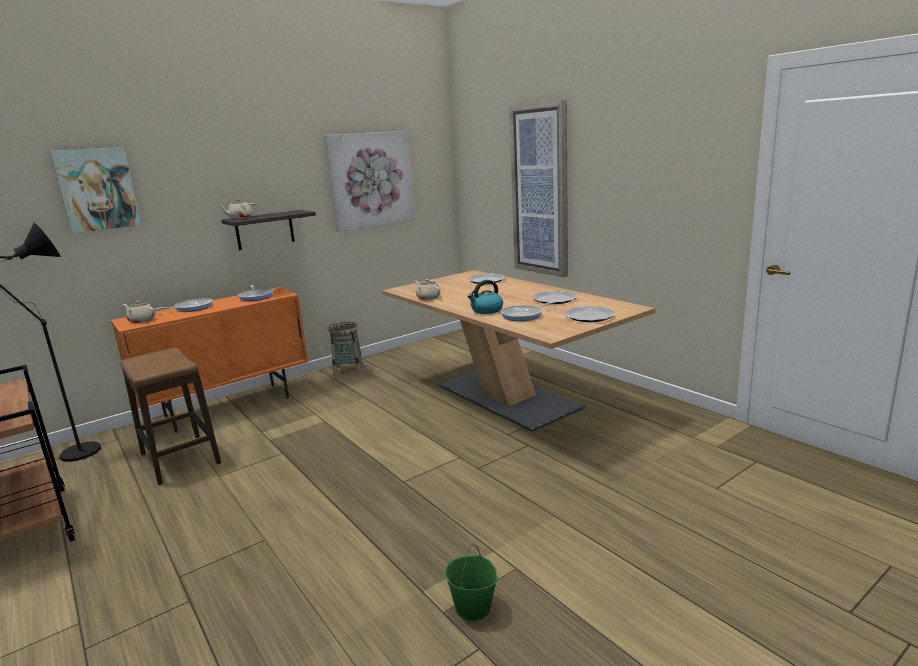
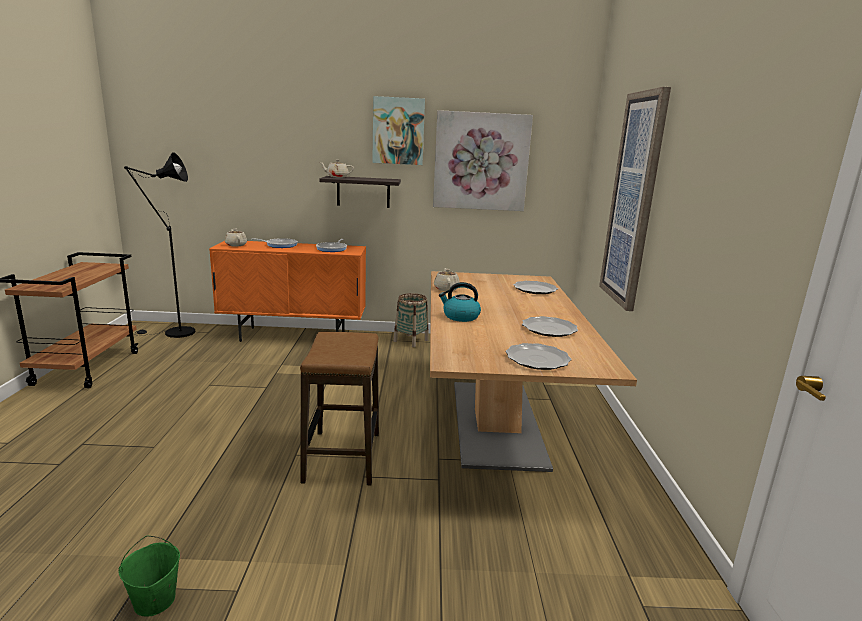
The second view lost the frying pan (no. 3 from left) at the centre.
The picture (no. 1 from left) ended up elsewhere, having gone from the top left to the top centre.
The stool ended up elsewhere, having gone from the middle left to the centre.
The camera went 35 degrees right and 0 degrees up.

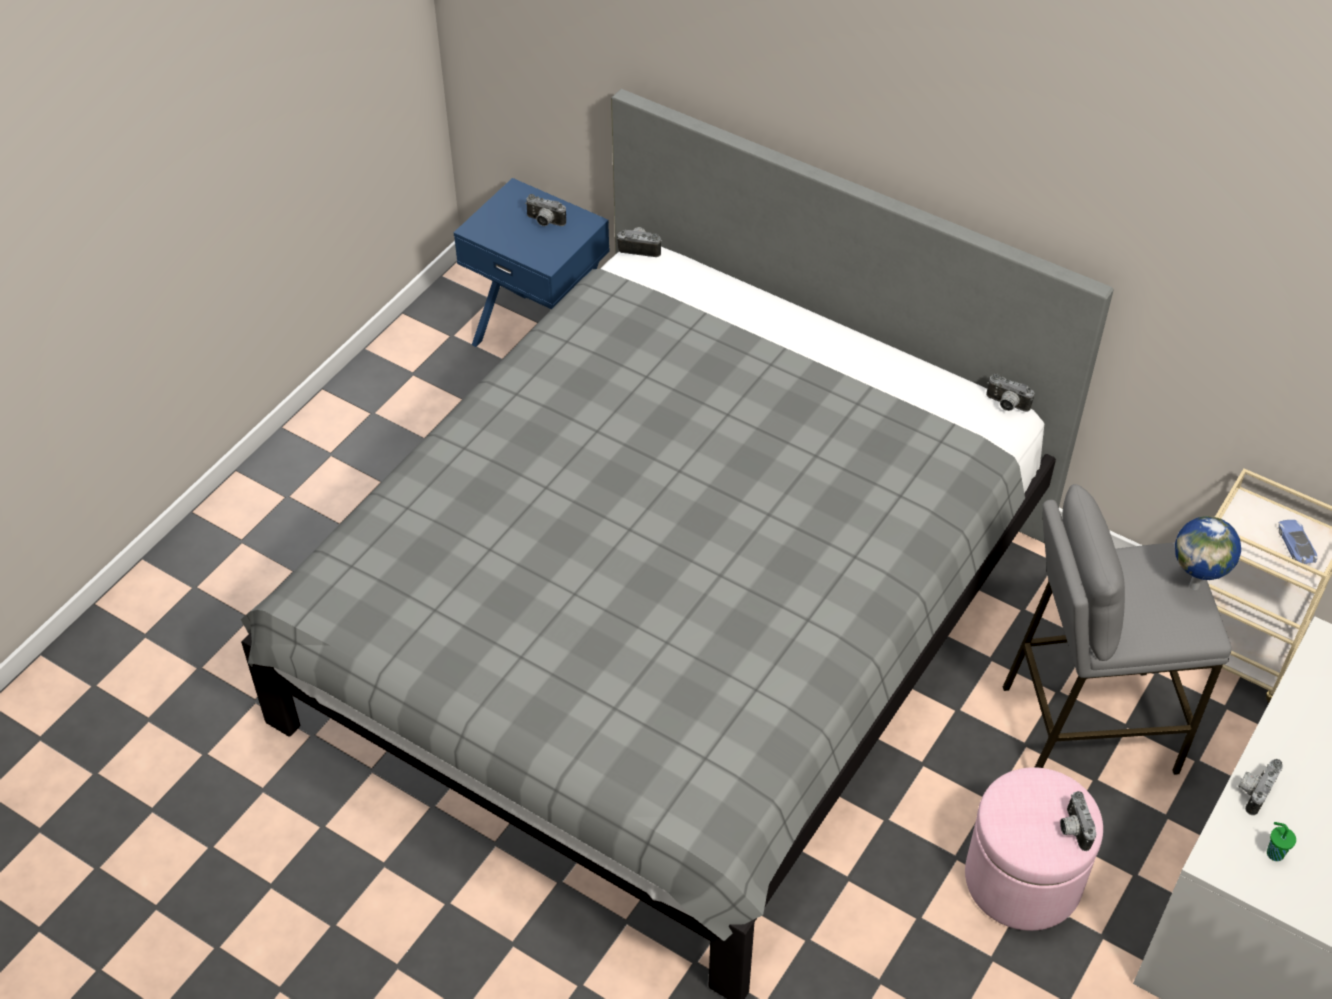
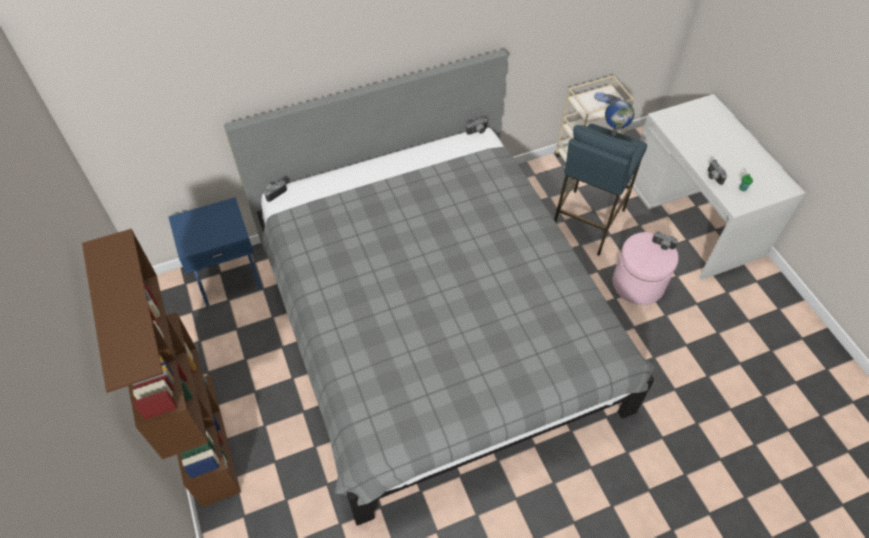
The second view lost the photo camera (no. 1 from left) at the top centre.
The second view gained the brown bookcase at the bottom left.
What was the grey stool at the middle right turned into the blue stool at the middle right.
The camera went 55 degrees left and 5 degrees up.

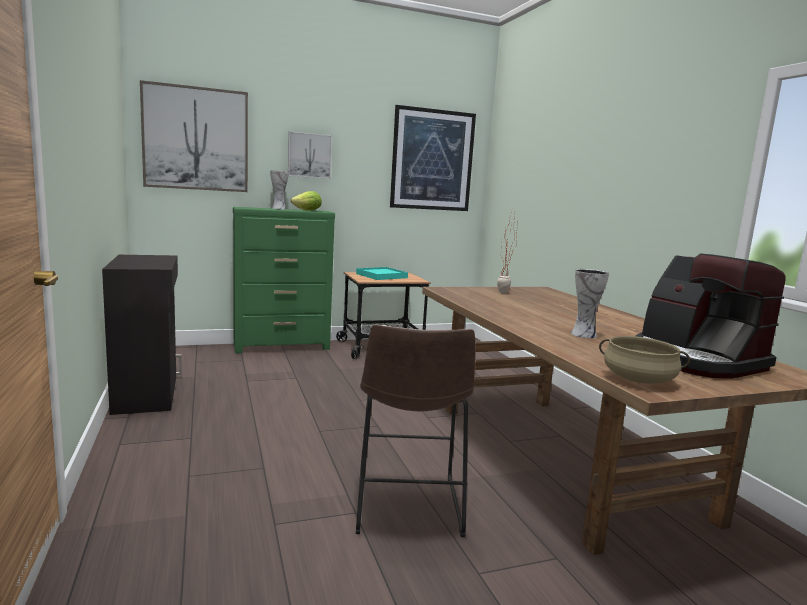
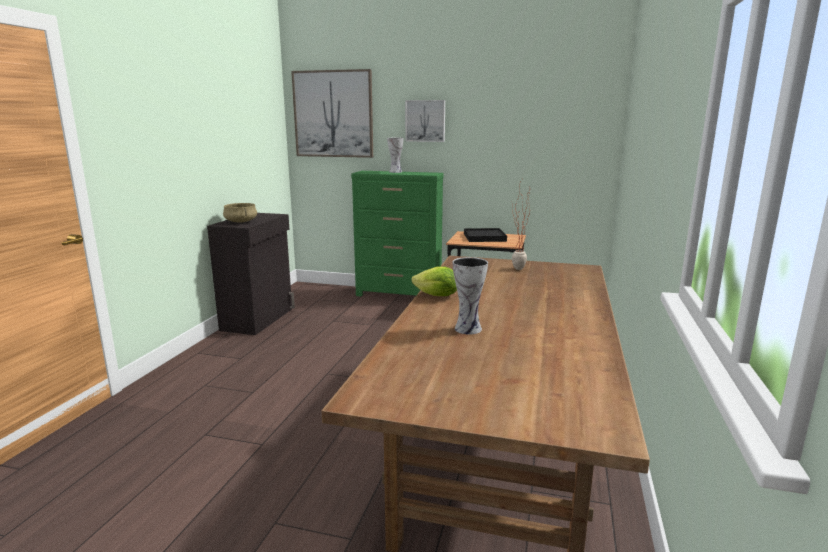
The second view lost the brown stool at the bottom centre.
The second view lost the picture (no. 3 from left) at the top centre.
The second view lost the coffee machine at the middle right.
The lettuce ended up elsewhere, having gone from the top centre to the centre.
The beige cooking pot ended up elsewhere, having gone from the middle right to the middle left.
What was the turquoise tray at the centre turned into the black tray at the centre.
The camera went 35 degrees right and 5 degrees up.

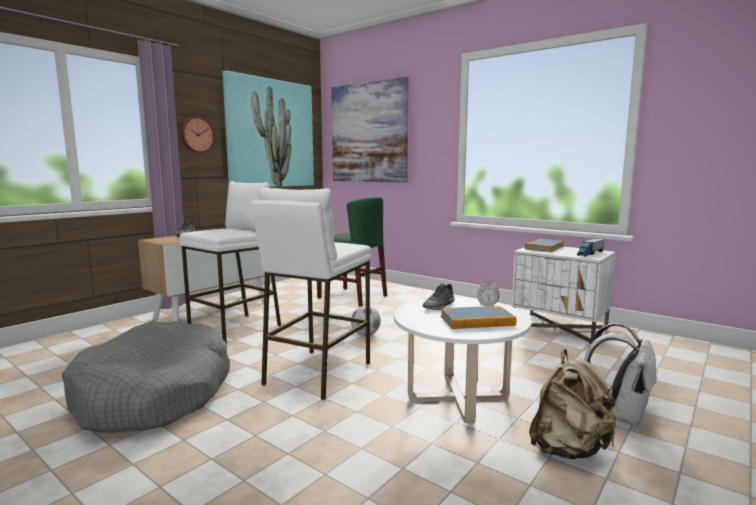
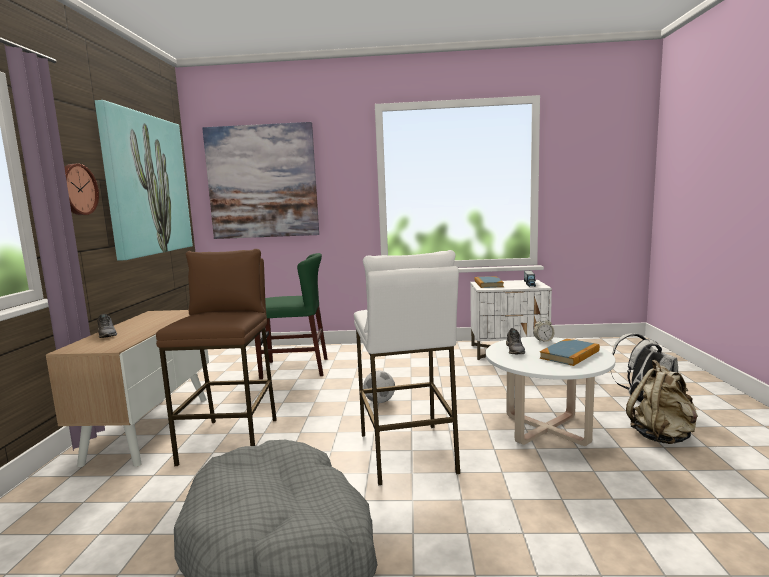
What was the white stool (no. 1 from left) at the middle left turned into the brown stool at the middle left.
The camera went 35 degrees left and 0 degrees up.

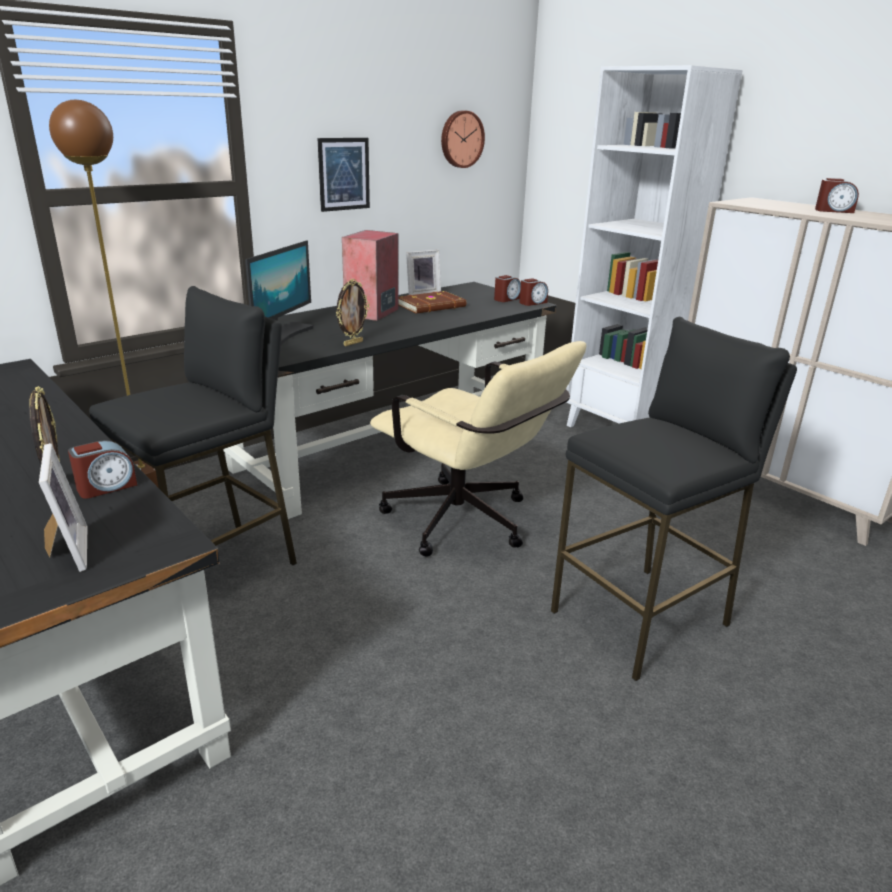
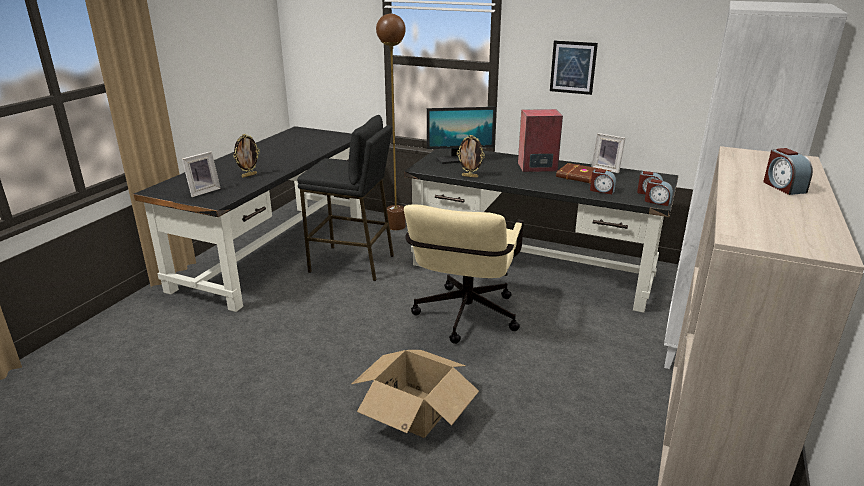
The second view lost the wall clock at the top centre.
The alarm clock (no. 1 from left) ended up elsewhere, having gone from the middle left to the middle right.
Where the black stool (no. 2 from left) stood at the middle right, the cardboard box came to stand at the bottom centre.
The camera went 65 degrees right and 0 degrees up.

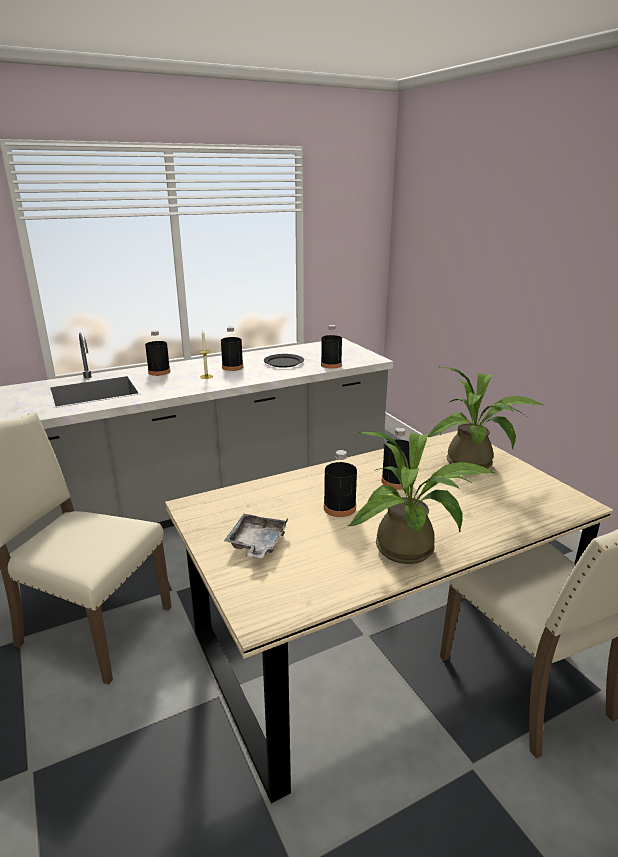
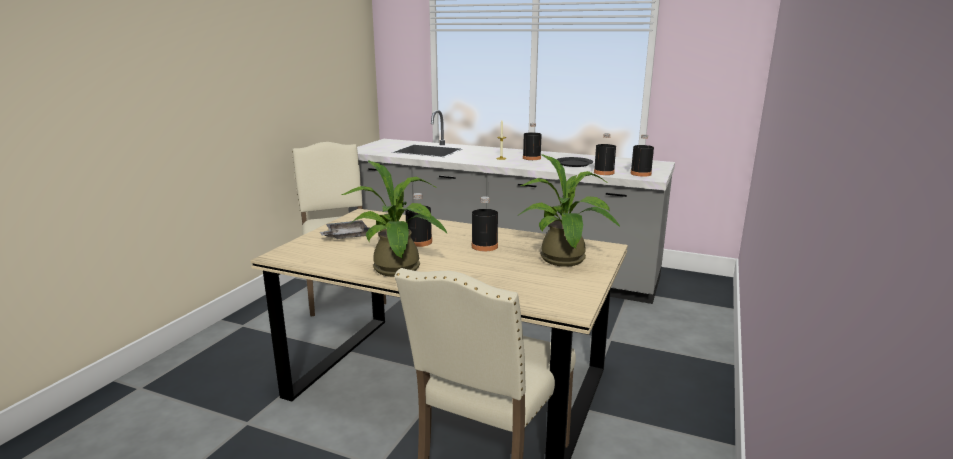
The black bottle (no. 1 from left in the first image) ended up elsewhere, having gone from the middle left to the middle right.
The camera went 50 degrees right and 5 degrees down.

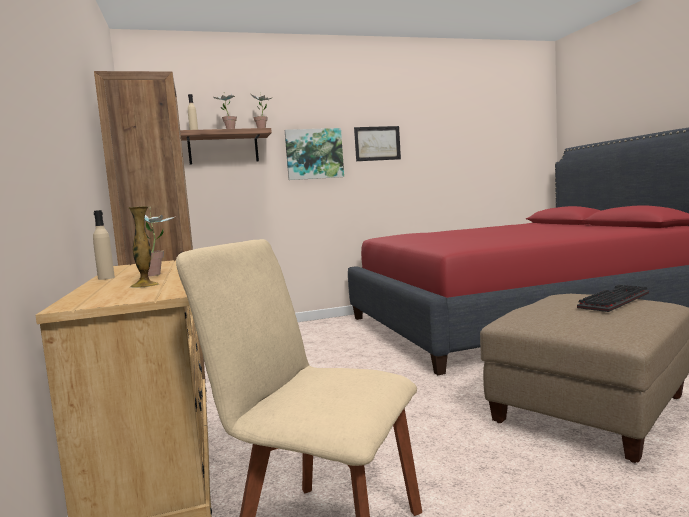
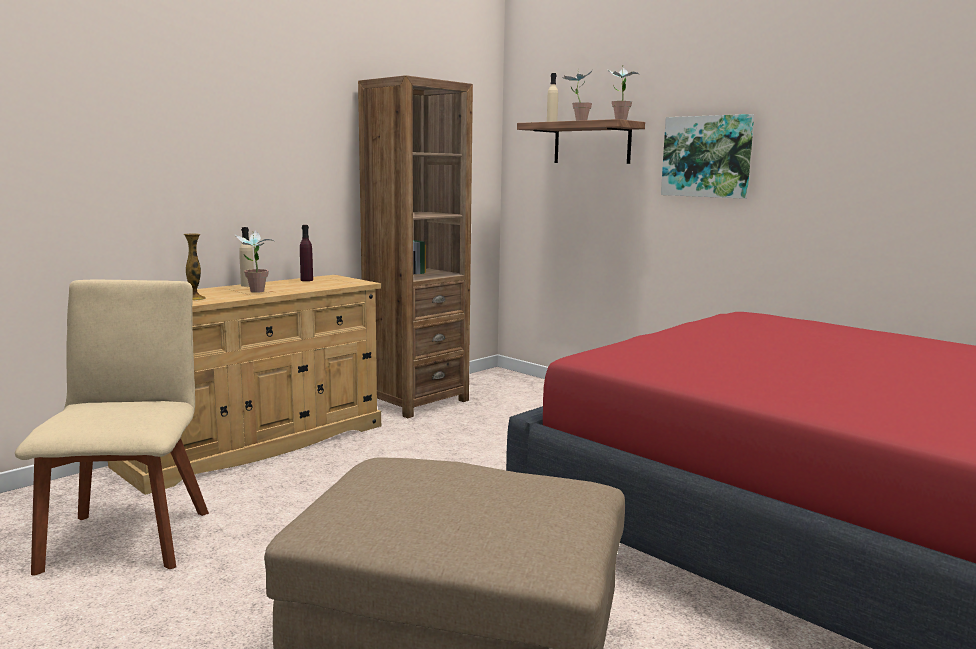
The second view lost the picture (no. 2 from left) at the top centre.
The second view lost the keyboard at the middle right.
The second view gained the purple bottle at the middle left.
The camera went 60 degrees right and 5 degrees up.

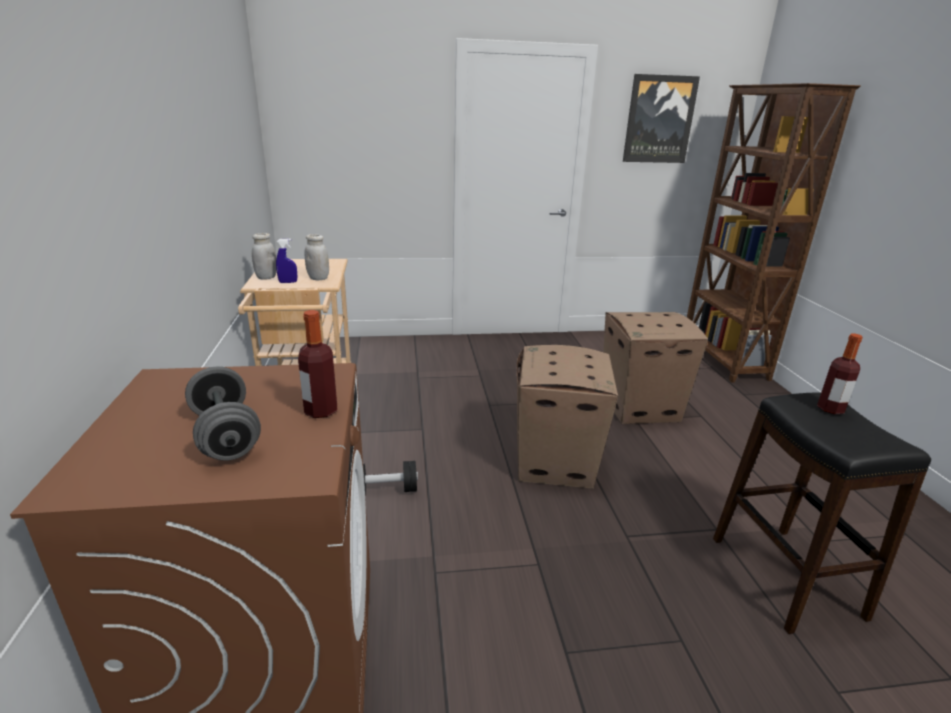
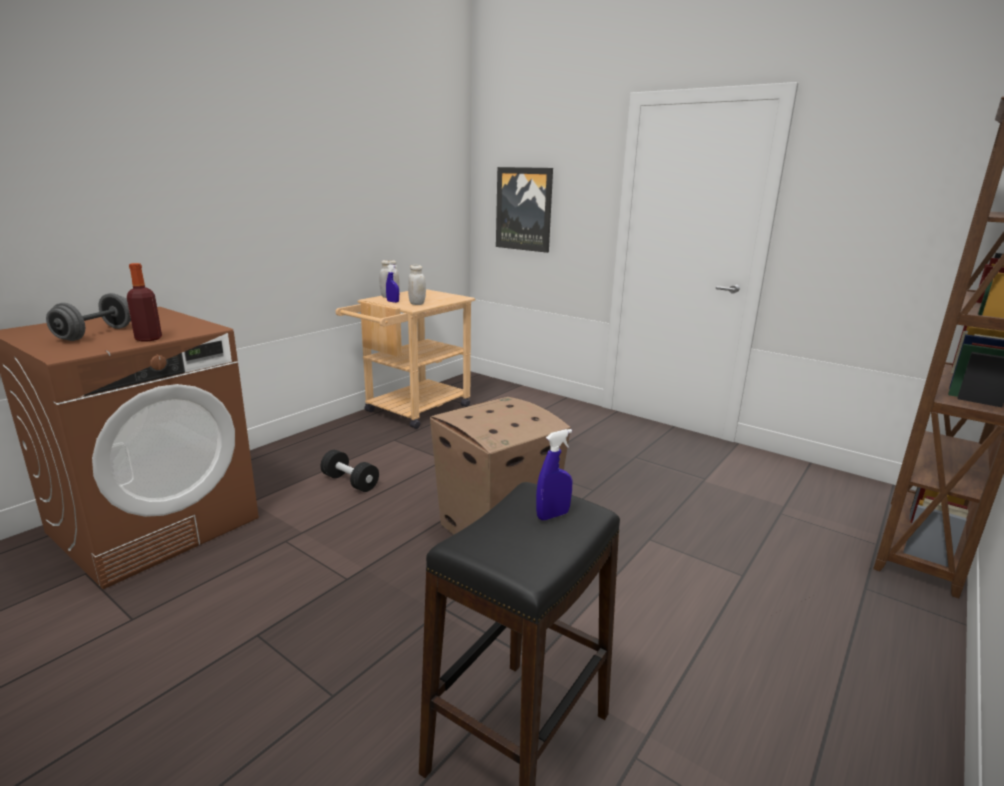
The second view lost the cardboard box (no. 2 from left) at the middle right.
The picture ended up elsewhere, having gone from the top right to the top centre.
Where the bottle (no. 2 from left) stood at the middle right, the blue spray bottle (no. 2 from left) came to stand at the centre.
The camera went 45 degrees right and 5 degrees down.

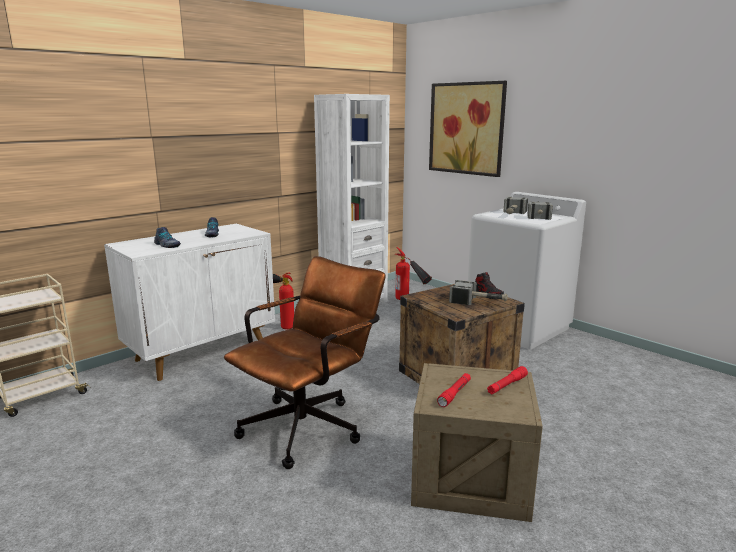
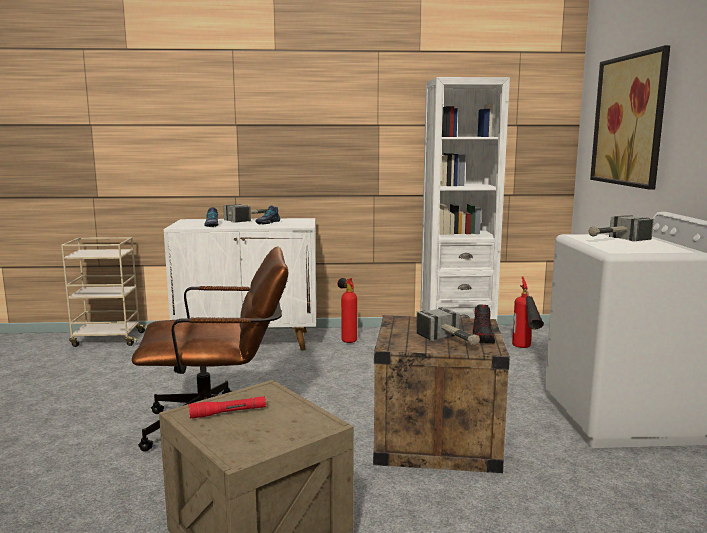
The second view lost the red flashlight (no. 2 from left) at the bottom right.
The hammer (no. 3 from left in the first image) ended up elsewhere, having gone from the middle right to the centre.
The camera went 40 degrees right and 5 degrees down.

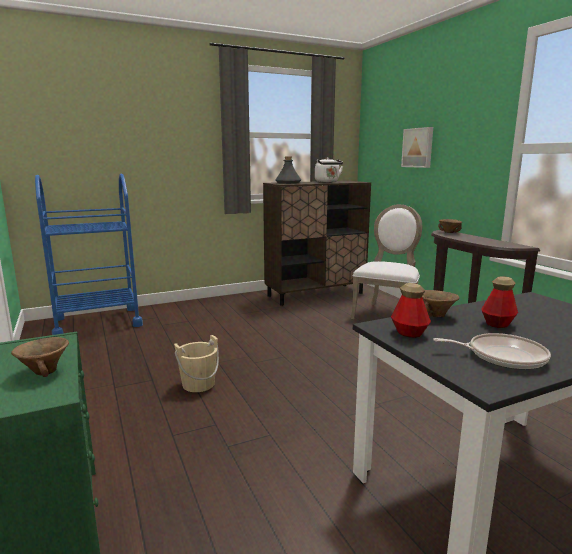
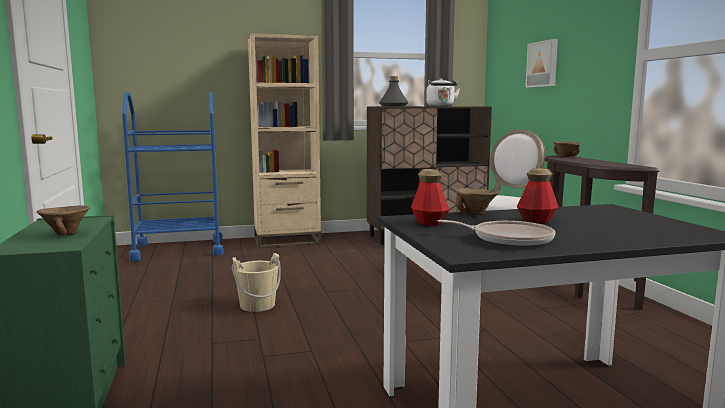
The second view gained the beige bookcase at the centre.
The camera went 10 degrees right and 5 degrees down.

